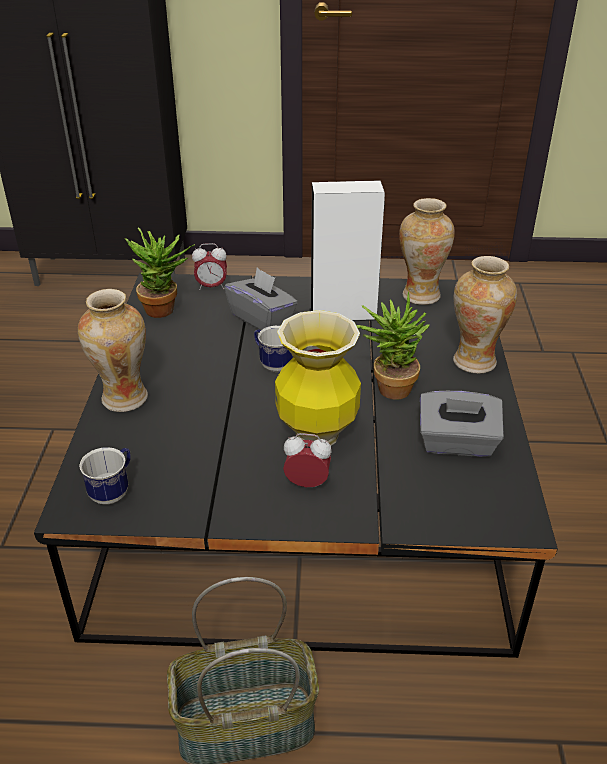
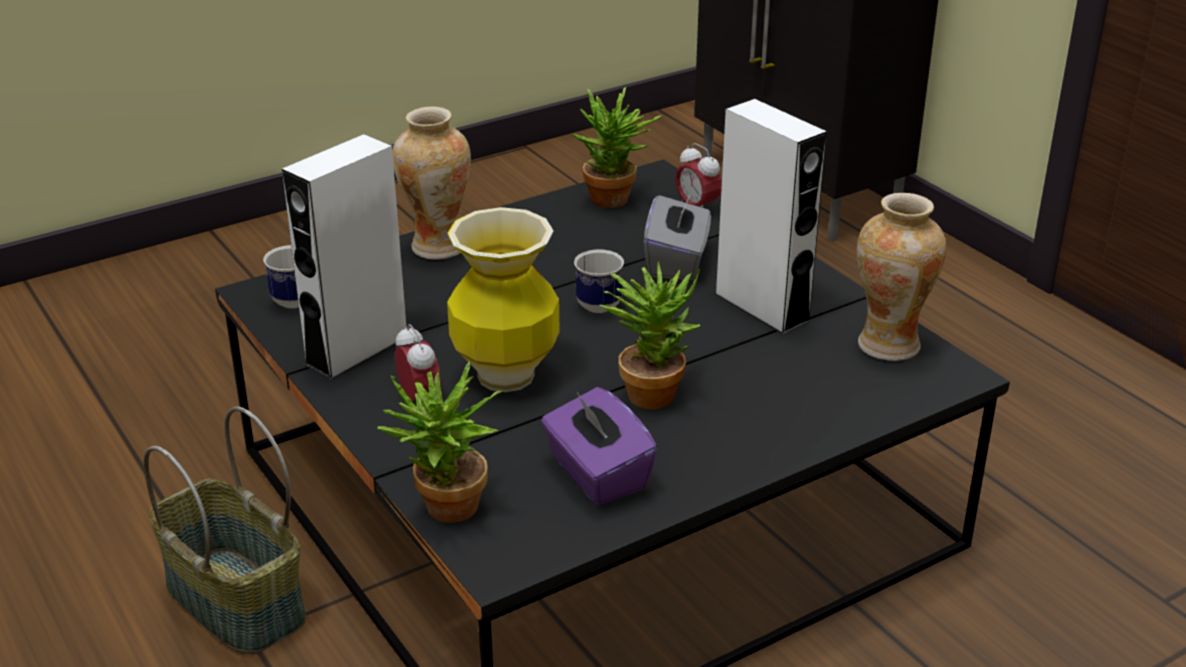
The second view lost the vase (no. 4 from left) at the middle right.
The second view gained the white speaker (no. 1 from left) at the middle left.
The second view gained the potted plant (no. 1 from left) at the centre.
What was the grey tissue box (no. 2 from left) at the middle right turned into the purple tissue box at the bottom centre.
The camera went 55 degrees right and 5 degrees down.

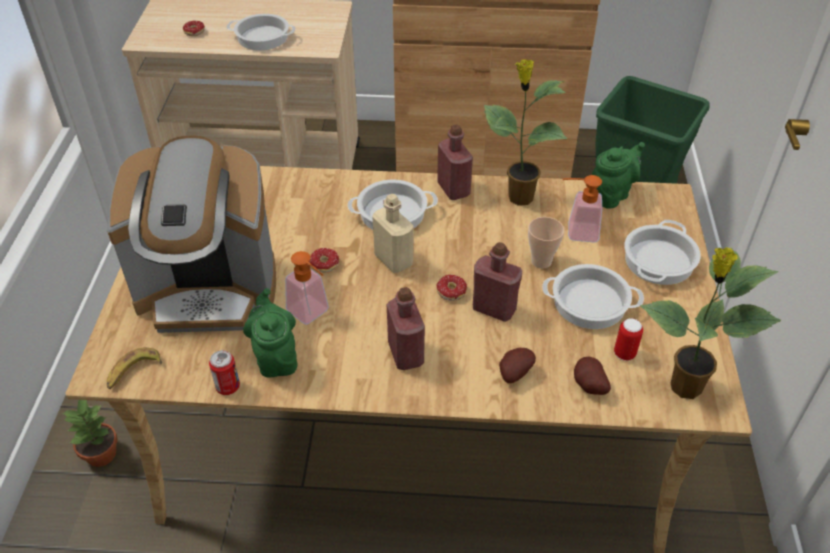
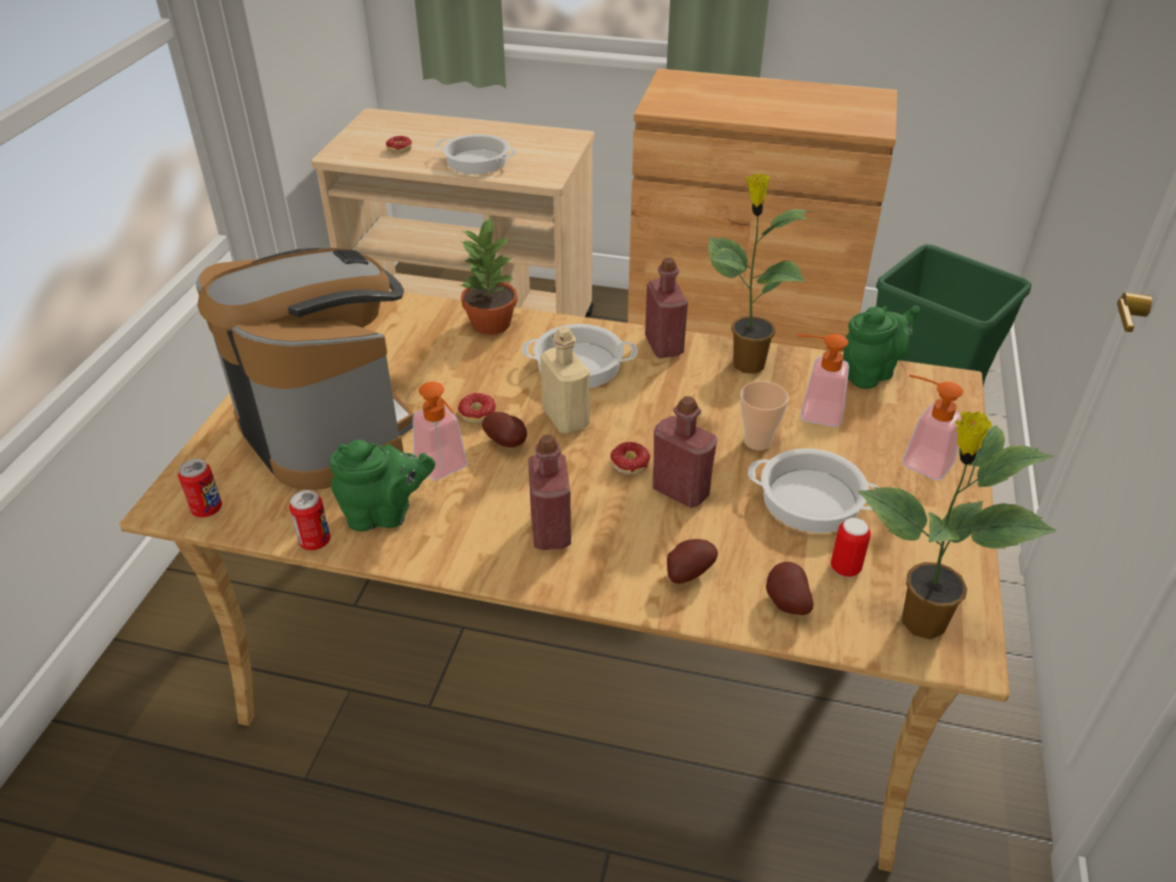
The second view gained the potato (no. 1 from left) at the centre.
The potted plant (no. 1 from left) ended up elsewhere, having gone from the bottom left to the top centre.
Where the banana stood at the middle left, the can (no. 1 from left) came to stand at the middle left.
Where the cooking pot (no. 4 from left) stood at the middle right, the soap dispenser (no. 3 from left) came to stand at the middle right.
The coffee machine at the middle left ended up facing another way, 135 degrees counterclockwise from before.
The green teapot (no. 1 from left) at the middle left ended up facing another way, 90 degrees clockwise from before.
The camera went 10 degrees right and 5 degrees down.

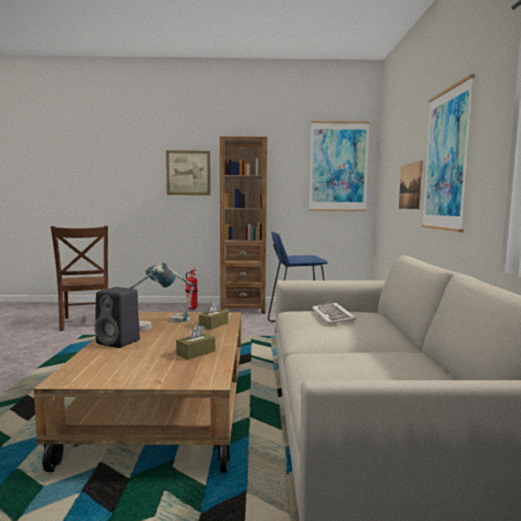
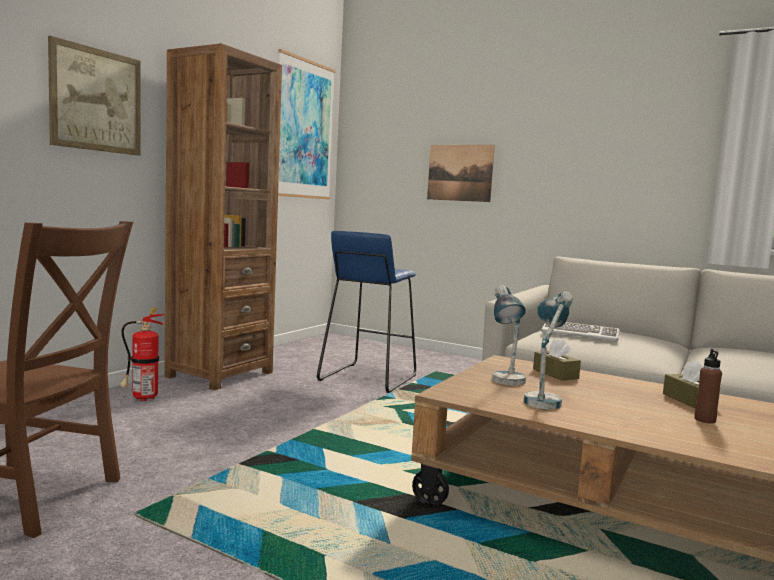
The second view lost the black speaker at the middle left.
The second view lost the picture (no. 4 from left) at the top right.
The second view gained the brown bottle at the middle right.
The camera went 60 degrees left and 0 degrees up.

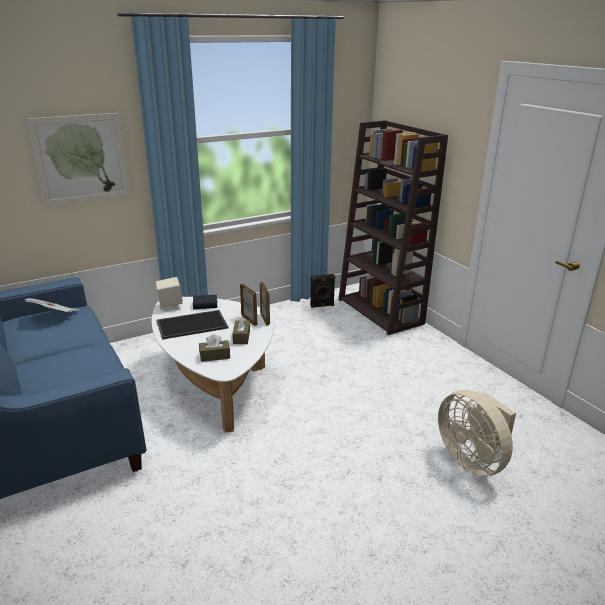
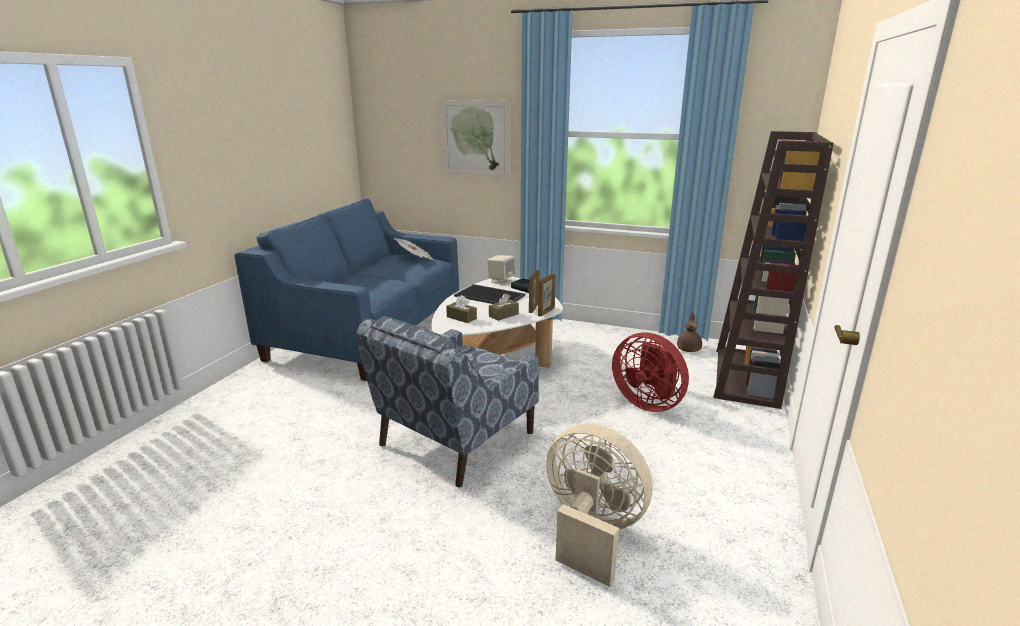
The second view gained the blue armchair at the centre.
The second view gained the red fan at the centre.
Where the black speaker stood at the centre, the brown teapot came to stand at the middle right.
The beige fan at the bottom right ended up facing another way, 105 degrees clockwise from before.
The camera went 50 degrees right and 5 degrees down.

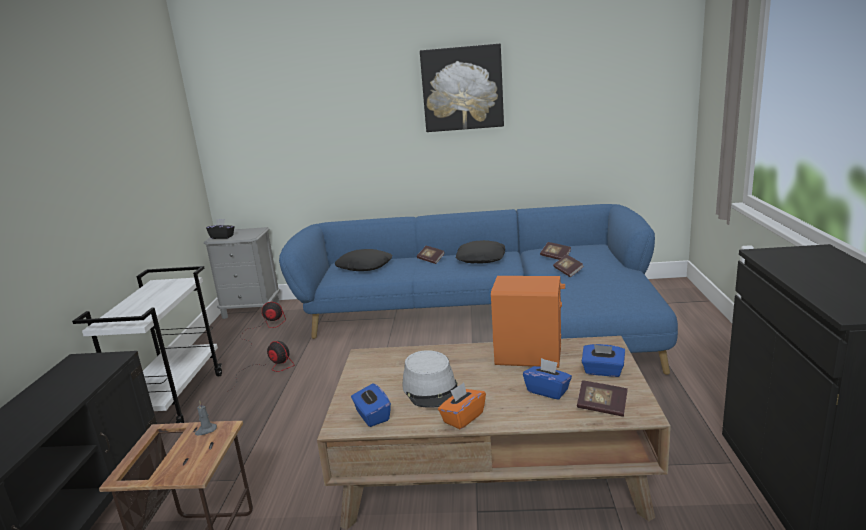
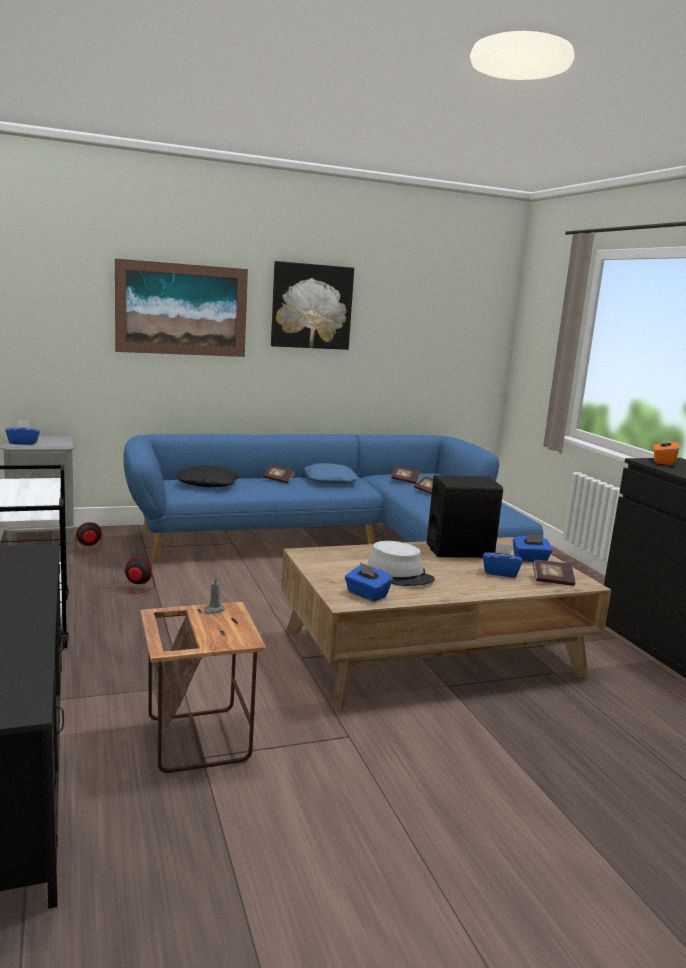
The second view gained the picture (no. 1 from left) at the top left.
The orange tissue box ended up elsewhere, having gone from the bottom centre to the middle right.
What was the black tissue box at the middle left turned into the blue tissue box (no. 1 from left) at the middle left.
What was the black pillow (no. 2 from left) at the centre turned into the blue pillow at the centre.
What was the orange speaker at the centre turned into the black speaker at the middle right.
The camera went 25 degrees left and 5 degrees down.

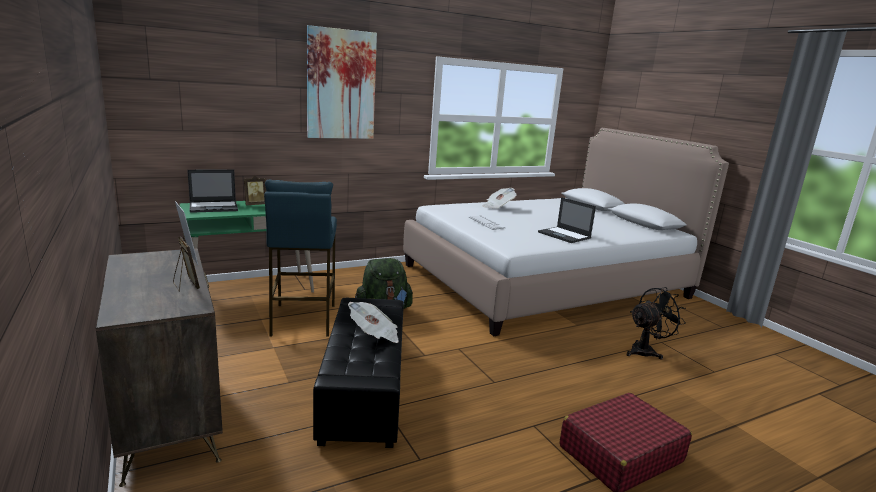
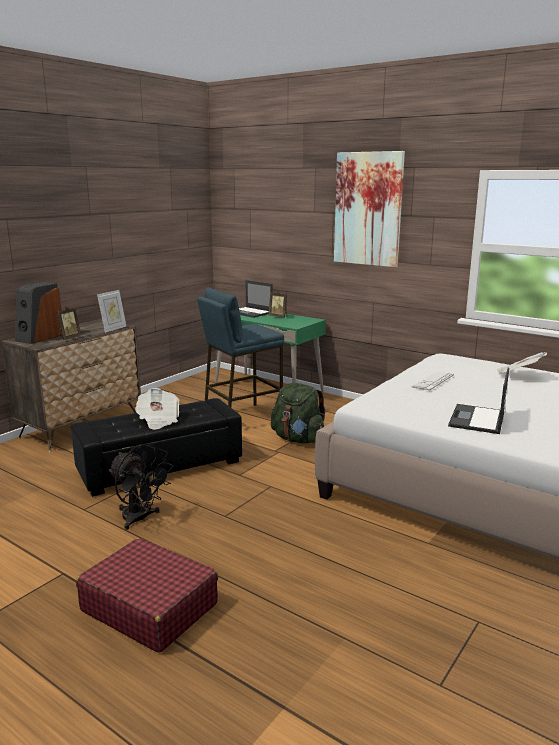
The second view gained the speaker at the middle left.
The black fan ended up elsewhere, having gone from the middle right to the middle left.
The camera went 65 degrees right and 0 degrees up.

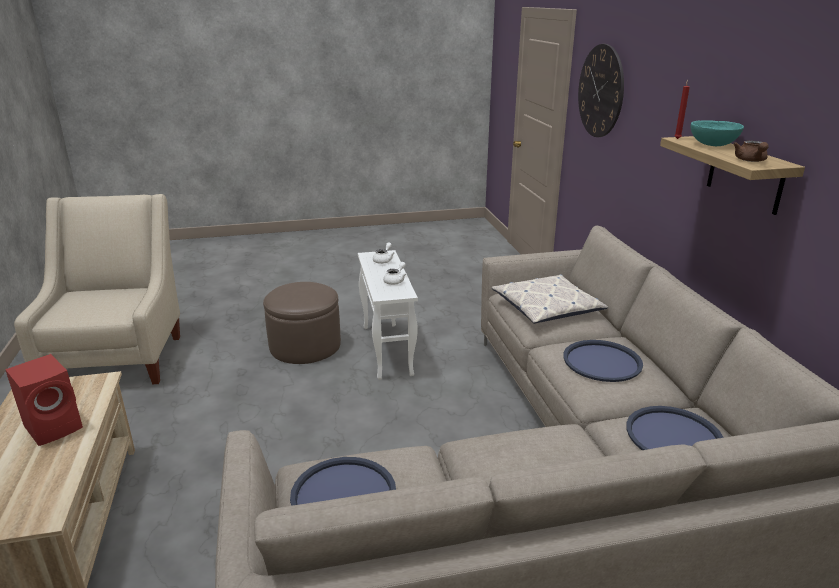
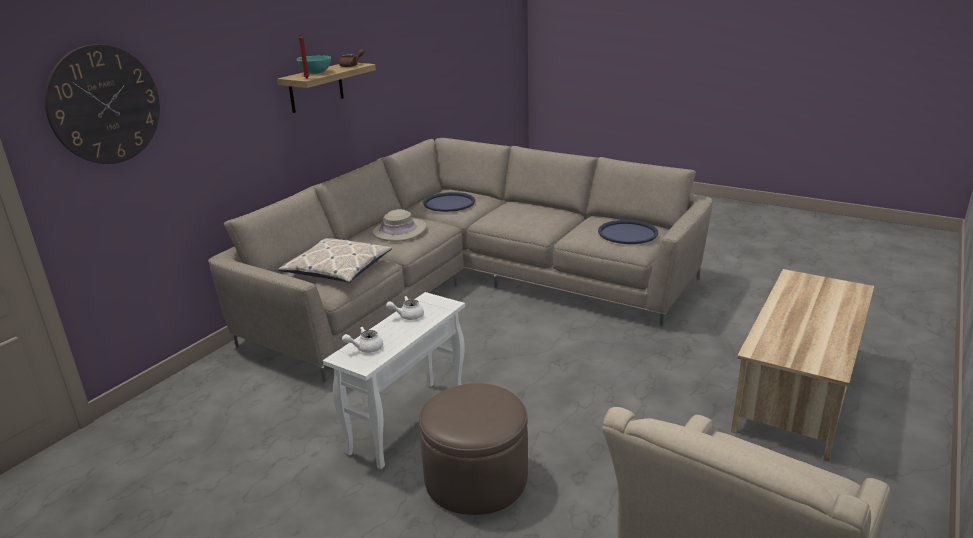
The second view lost the red speaker at the bottom left.
Where the blue tray (no. 2 from left) stood at the middle right, the beige hat came to stand at the centre.
The camera went 135 degrees left and 0 degrees up.

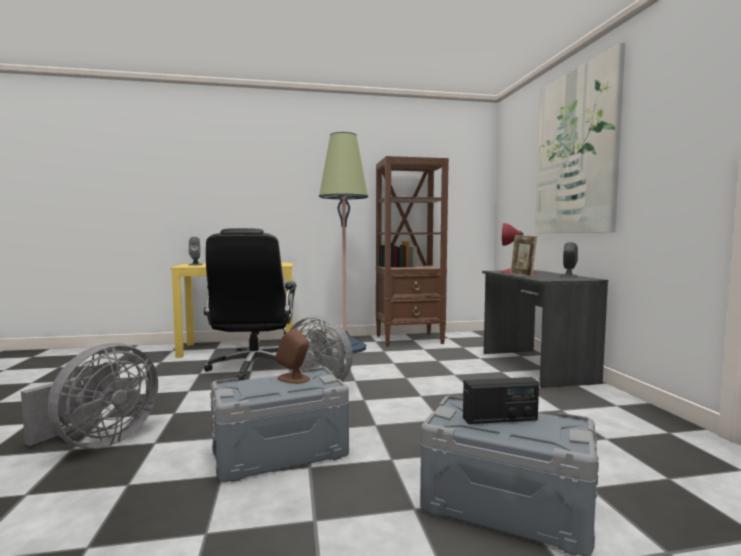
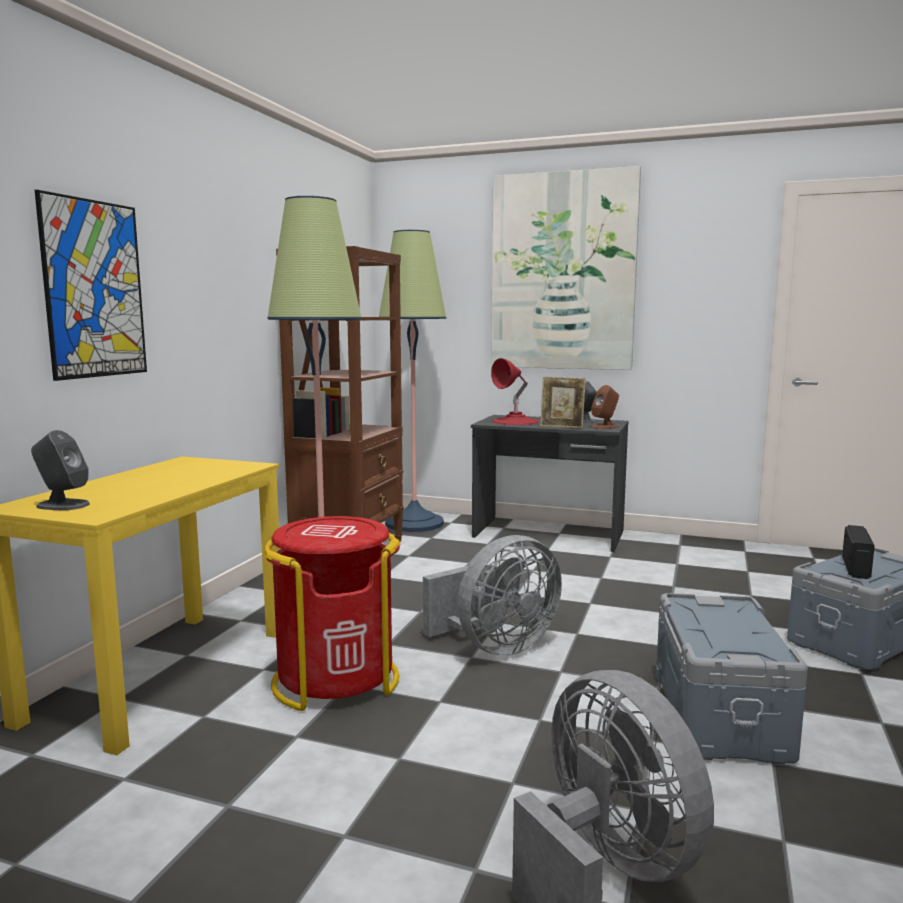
The second view gained the picture (no. 1 from left) at the top left.
The second view gained the floor lamp (no. 2 from left) at the centre.
The brown speaker ended up elsewhere, having gone from the centre to the middle right.
Where the black office chair stood at the centre, the red trash can came to stand at the bottom centre.
The camera went 60 degrees left and 5 degrees up.

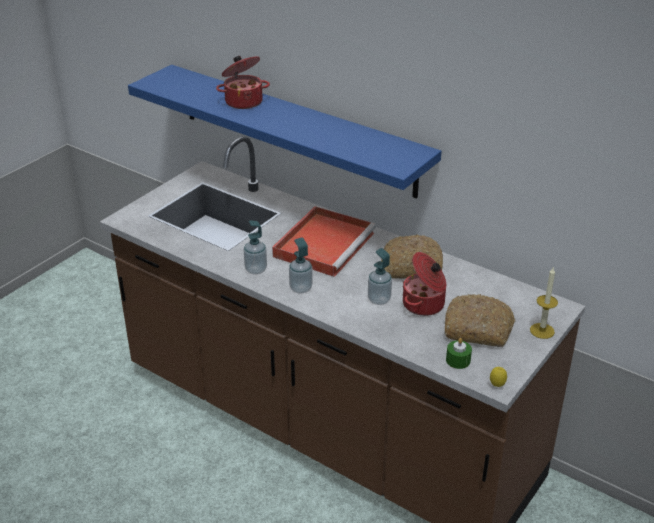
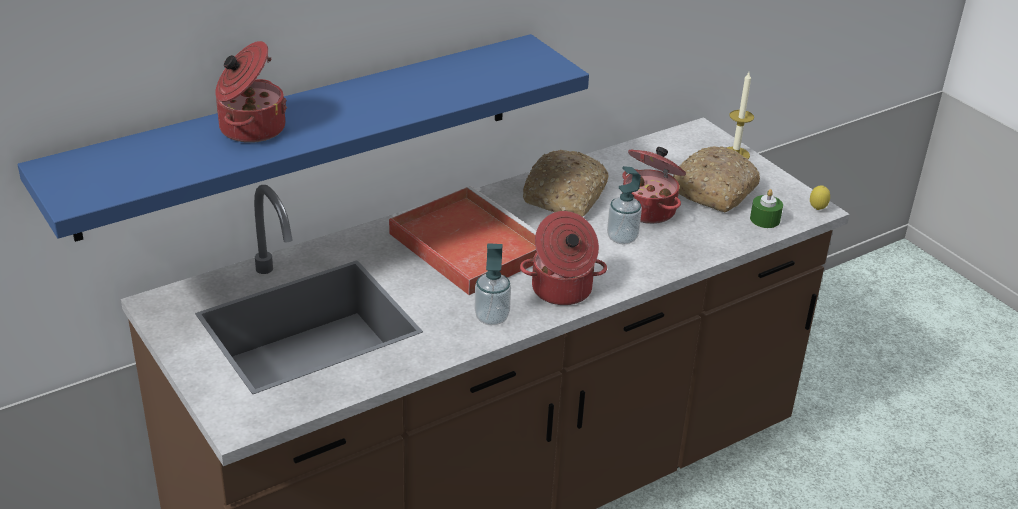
Where the soap dispenser (no. 2 from left) stood at the centre, the cooking pot (no. 2 from left) came to stand at the centre.
The camera went 70 degrees left and 0 degrees up.

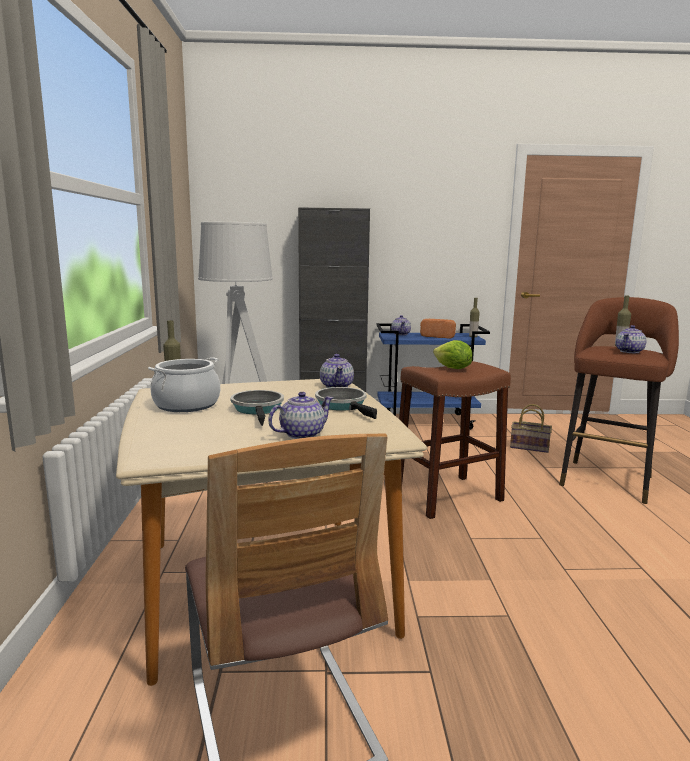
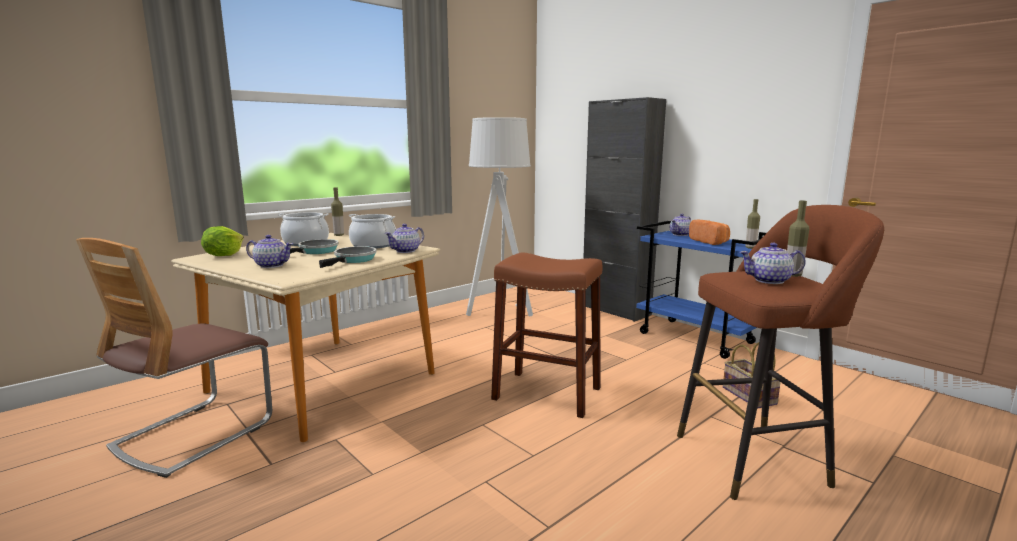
The second view gained the cooking pot (no. 2 from left) at the centre.
The lettuce ended up elsewhere, having gone from the centre to the middle left.
The camera went 50 degrees right and 0 degrees up.

